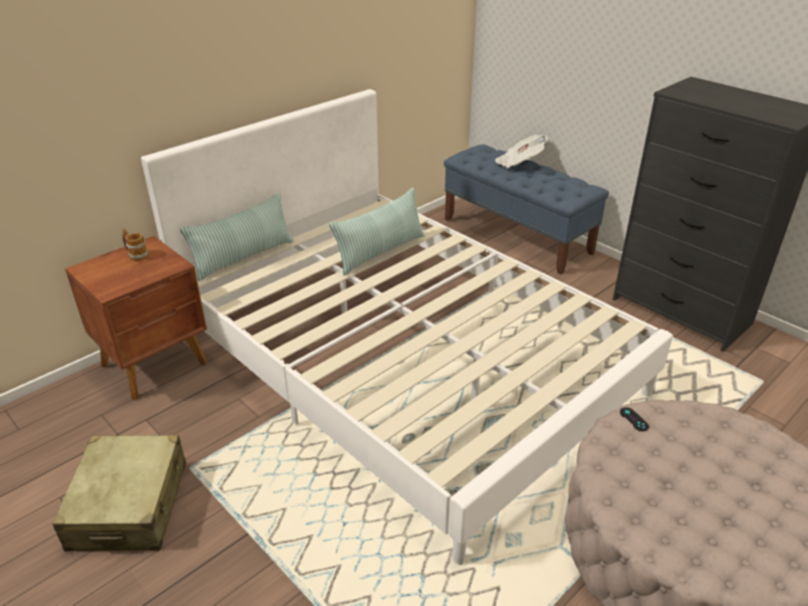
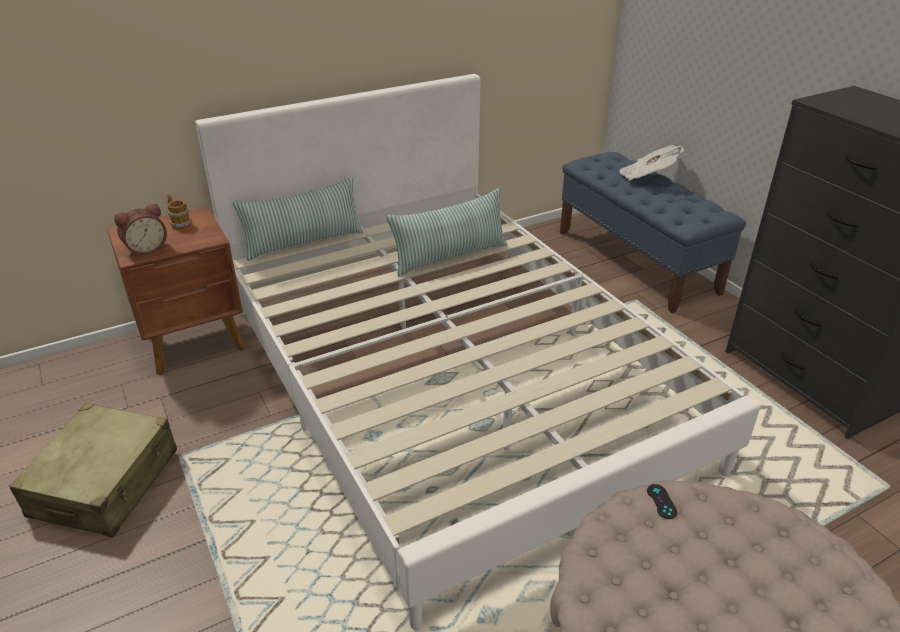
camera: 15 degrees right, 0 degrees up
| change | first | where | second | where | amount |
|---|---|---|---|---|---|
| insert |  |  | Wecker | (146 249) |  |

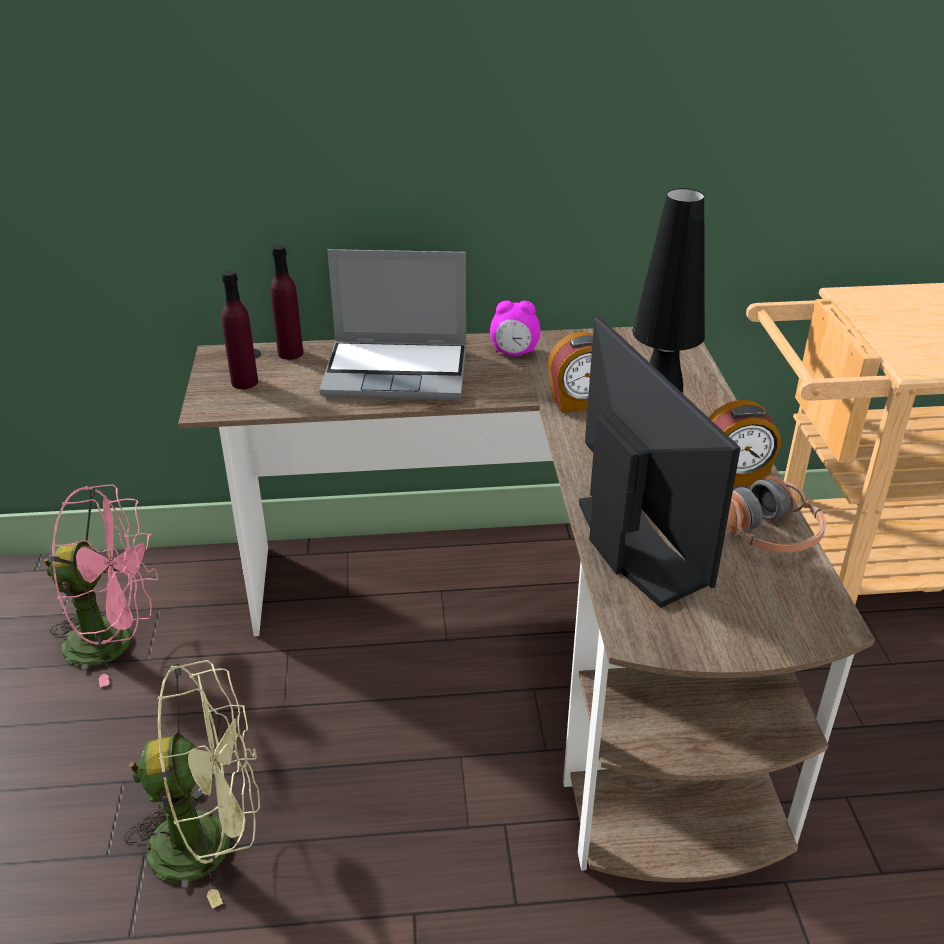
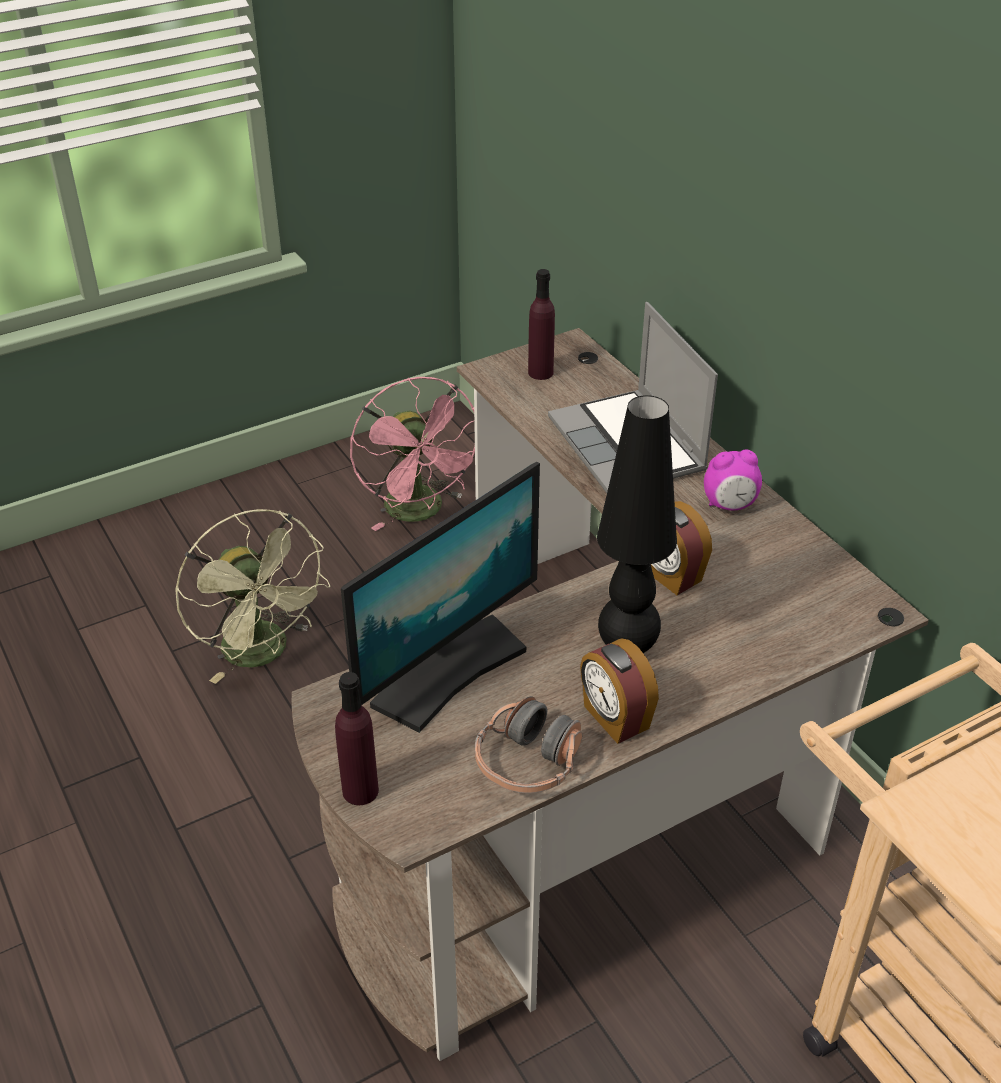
camera: 65 degrees right, 5 degrees up
| change | first | where | second | where | amount |
|---|---|---|---|---|---|
| move | Flasche [lila] | (290 353) |  | (360 790) |  |
| rotate | Wecker | (514 353) |  | (729 505) | 75 degrees counterclockwise |

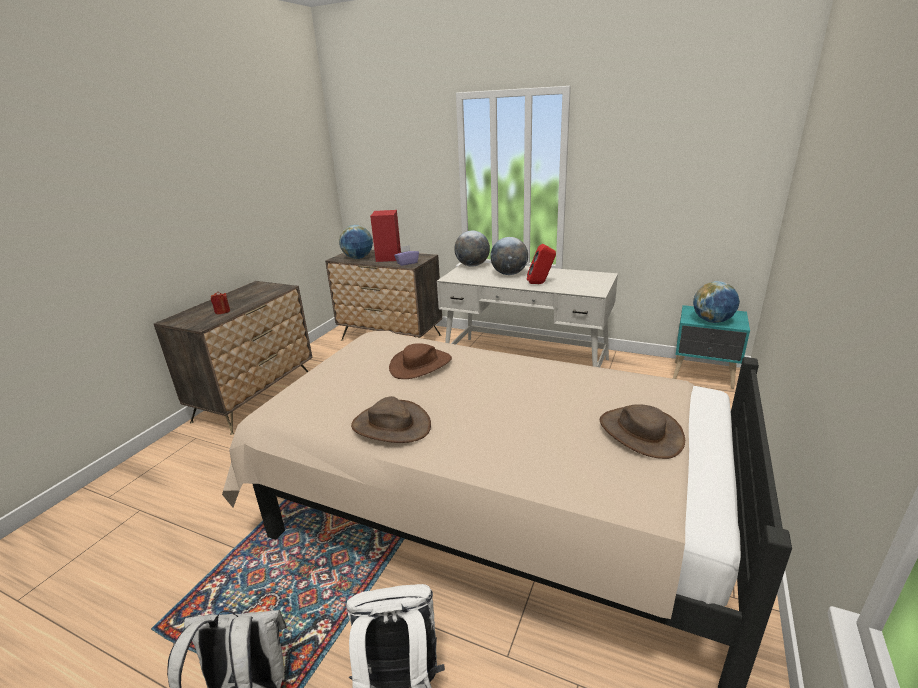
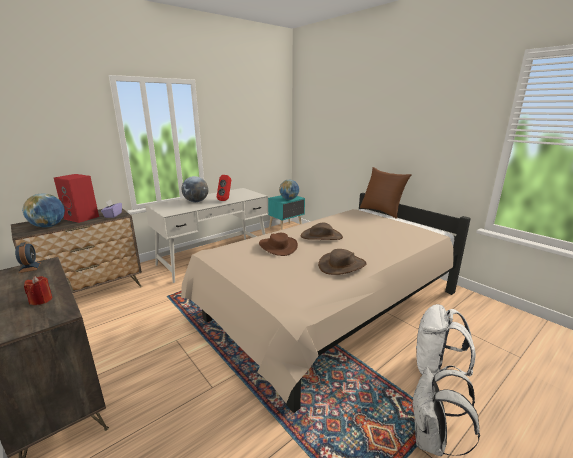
camera: 65 degrees left, 5 degrees down
| change | first | where | second | where | amount |
|---|---|---|---|---|---|
| delete | Globus | (472 265) |  |  |  |
| move | Hut [braun] | (640 432) |  | (321 236) |  |
| insert |  |  | Kissen [braun] | (381 211) |  |
| insert |  |  | Wecker | (30 267) |  |

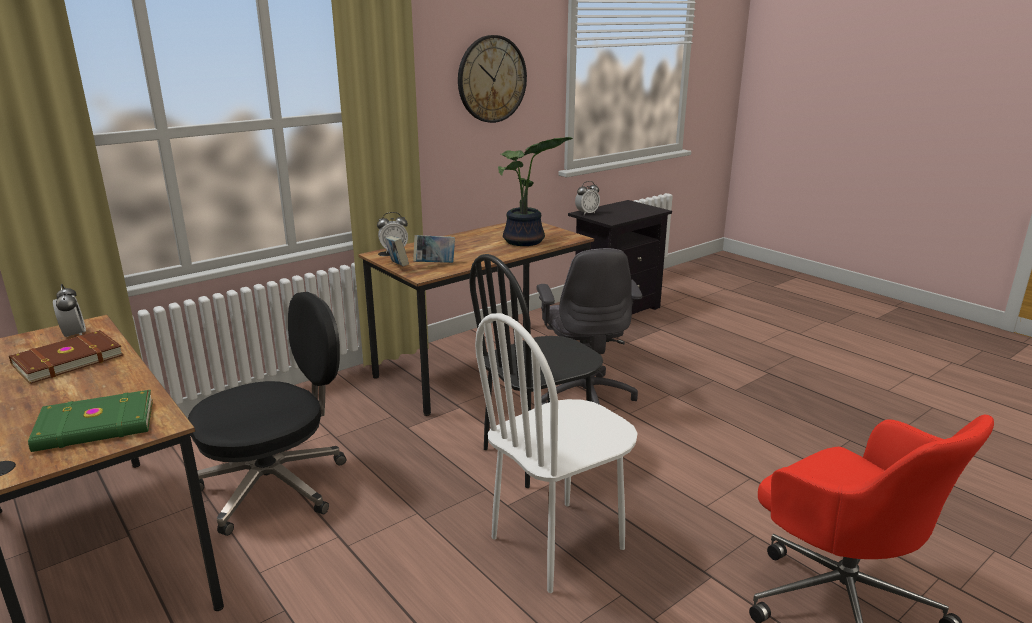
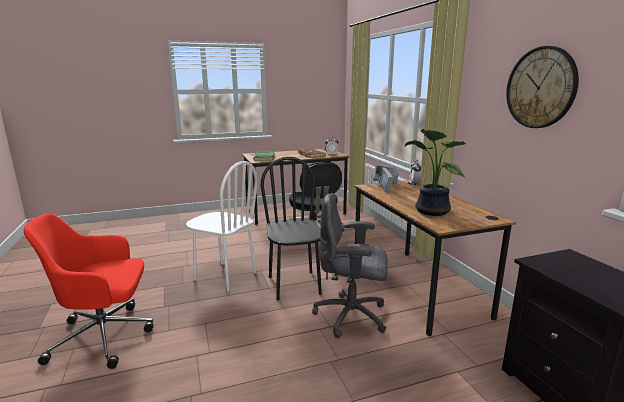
camera: 110 degrees right, 5 degrees down
| change | first | where | second | where | amount |
|---|---|---|---|---|---|
| delete | Wecker | (587 213) |  |  |  |
| rotate | Stuhl [weiß] | (558 543) |  | (225 276) | 135 degrees clockwise |

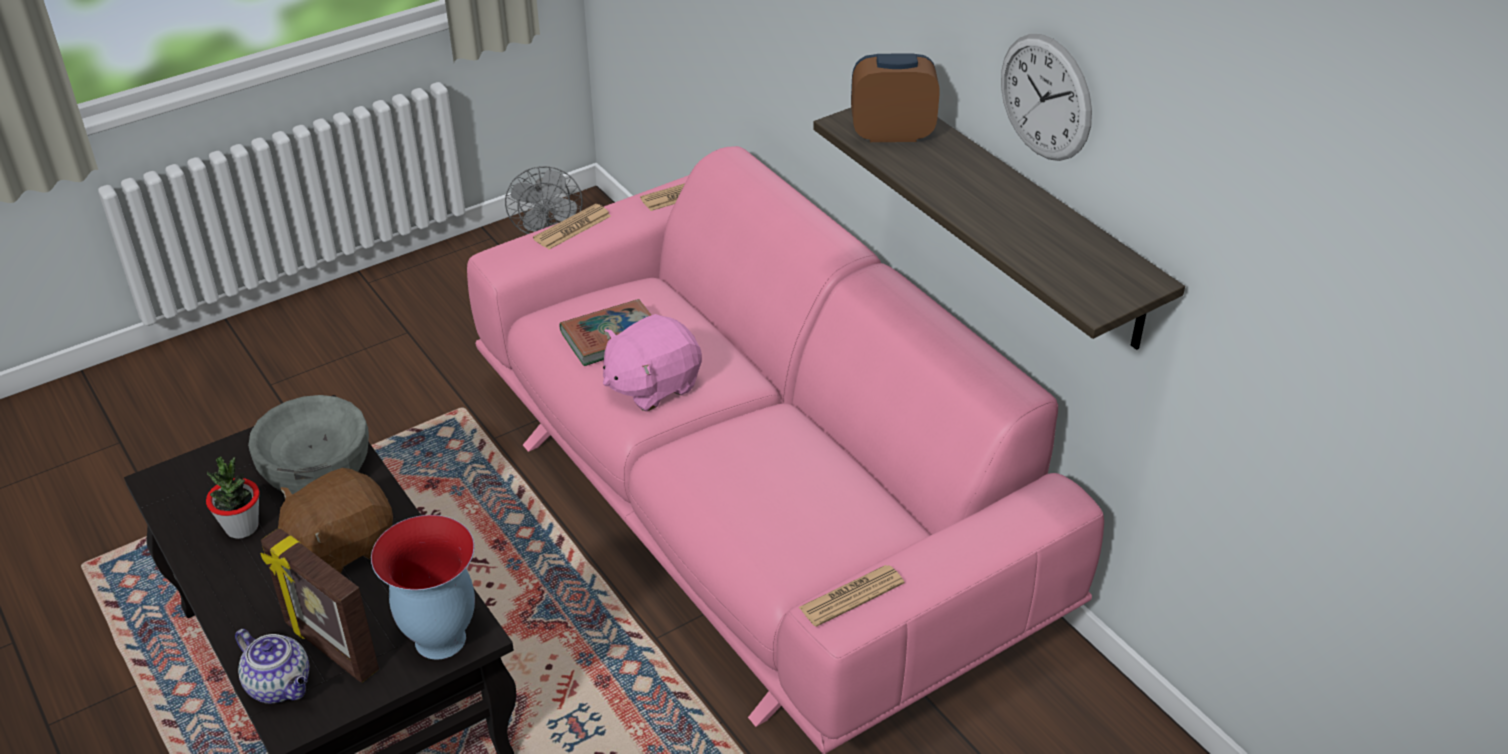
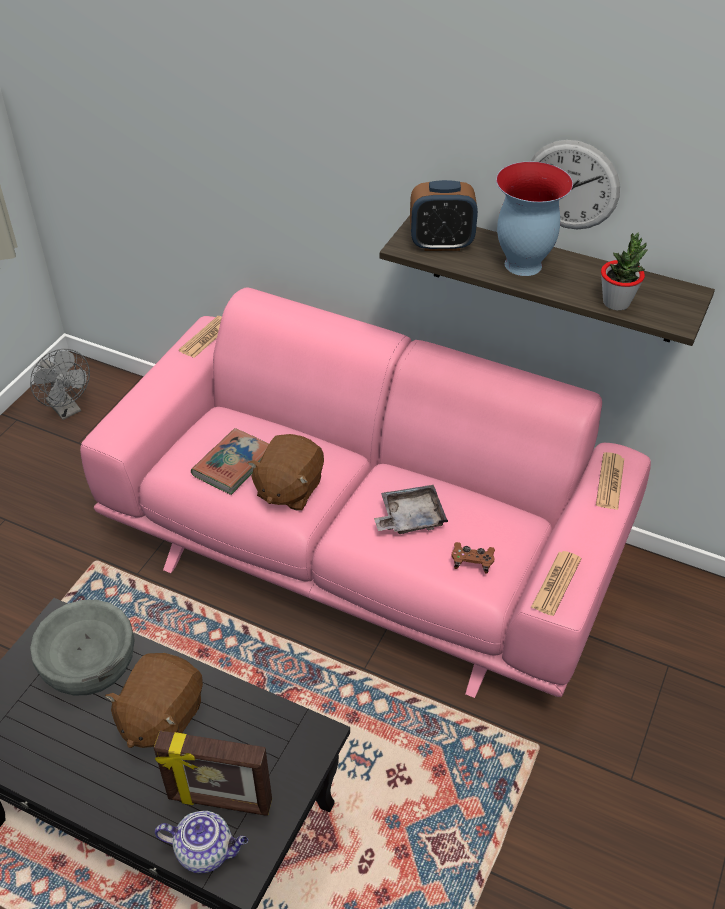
camera: 30 degrees left, 5 degrees up
| change | first | where | second | where | amount |
|---|---|---|---|---|---|
| rotate | Wecker | (891 134) |  | (441 244) | 150 degrees counterclockwise |
| move | Zeitung | (572 228) |  | (610 481) |  |
| recolor | Plüschtier [rosa] | (651 385) | Plüschtier [braun] | (289 489) |  |
| move | Topfpflanze | (242 527) |  | (616 302) |  |
| move | Vase | (438 640) |  | (522 265) |  |
| insert |  |  | Tablett [grau] | (410 518) |  |
| insert |  |  | Gamepad [braun] | (472 562) |  |

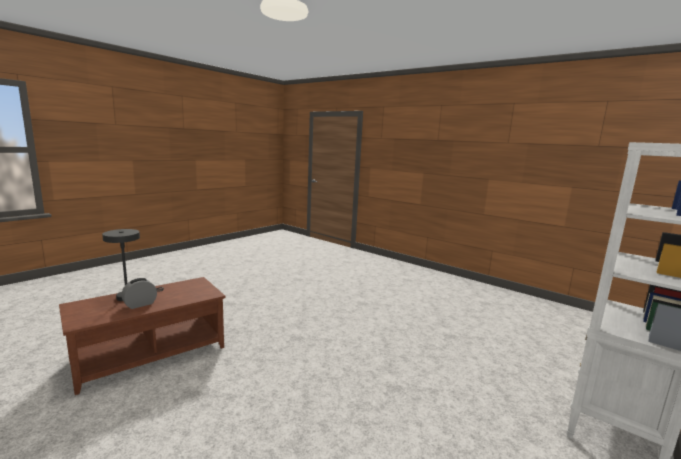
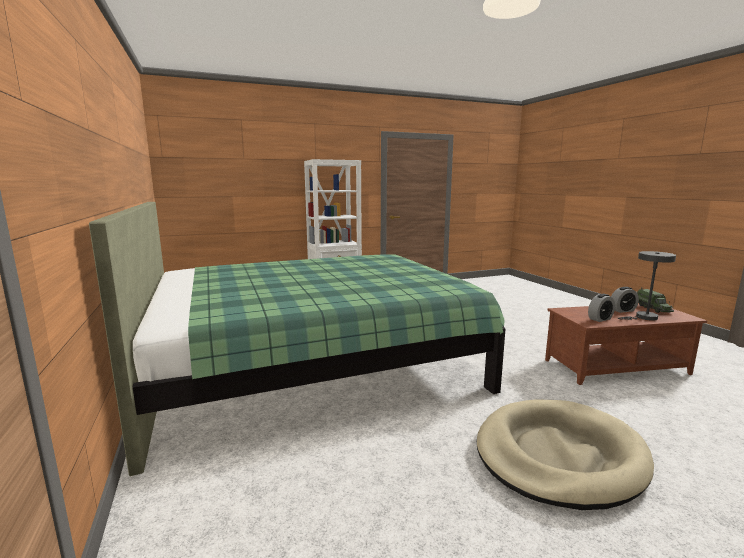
camera: 150 degrees left, 0 degrees up
| change | first | where | second | where | amount |
|---|---|---|---|---|---|
| insert |  |  | Bett [grün] | (311 363) |  |
| insert |  |  | Spielzeuglaster | (653 308) |  |
| insert |  |  | Wecker | (600 319) |  |
| insert |  |  | Hundebett [beige] | (558 456) |  |

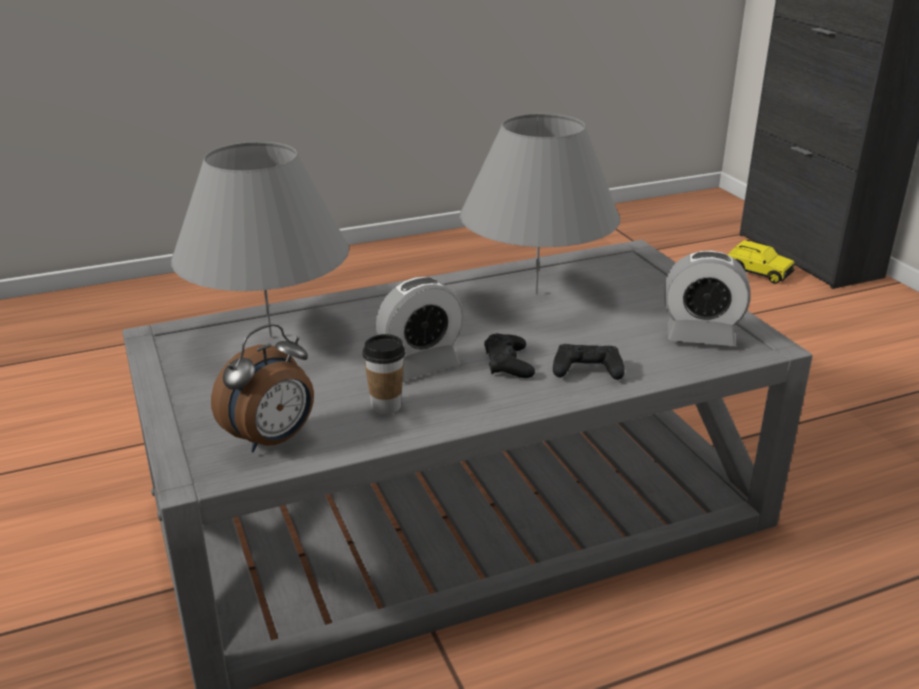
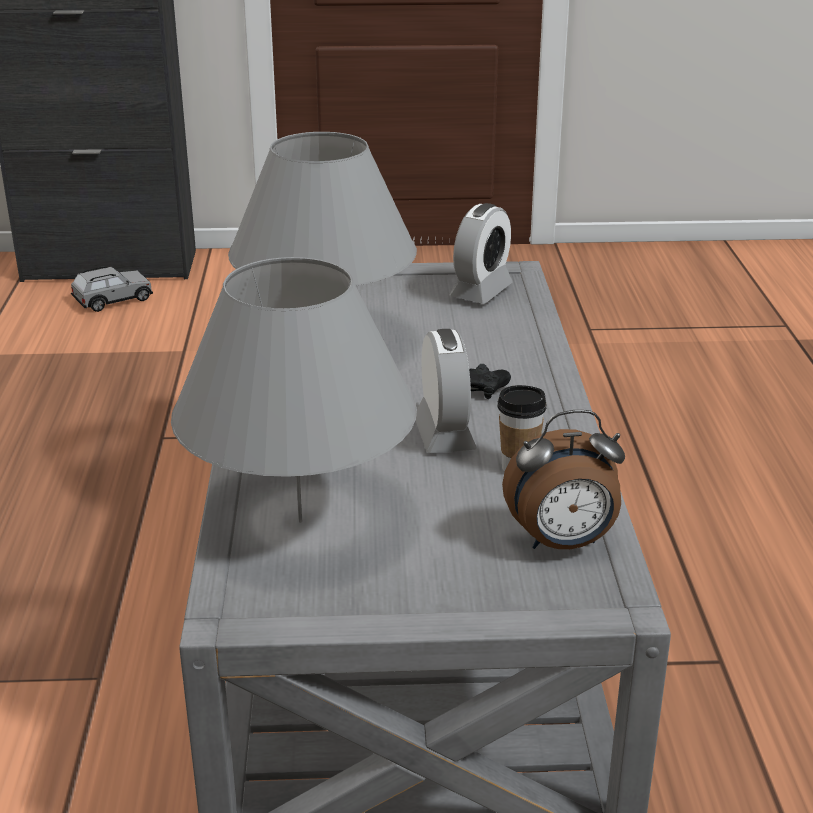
camera: 70 degrees left, 0 degrees up
| change | first | where | second | where | amount |
|---|---|---|---|---|---|
| recolor | Spielzeugauto [gelb] | (758 272) | Spielzeugauto [grau] | (112 300) |  |
| rotate | Wecker | (272 440) |  | (562 543) | 105 degrees clockwise |
| delete | Gamepad [schwarz] | (587 370) |  |  |  |

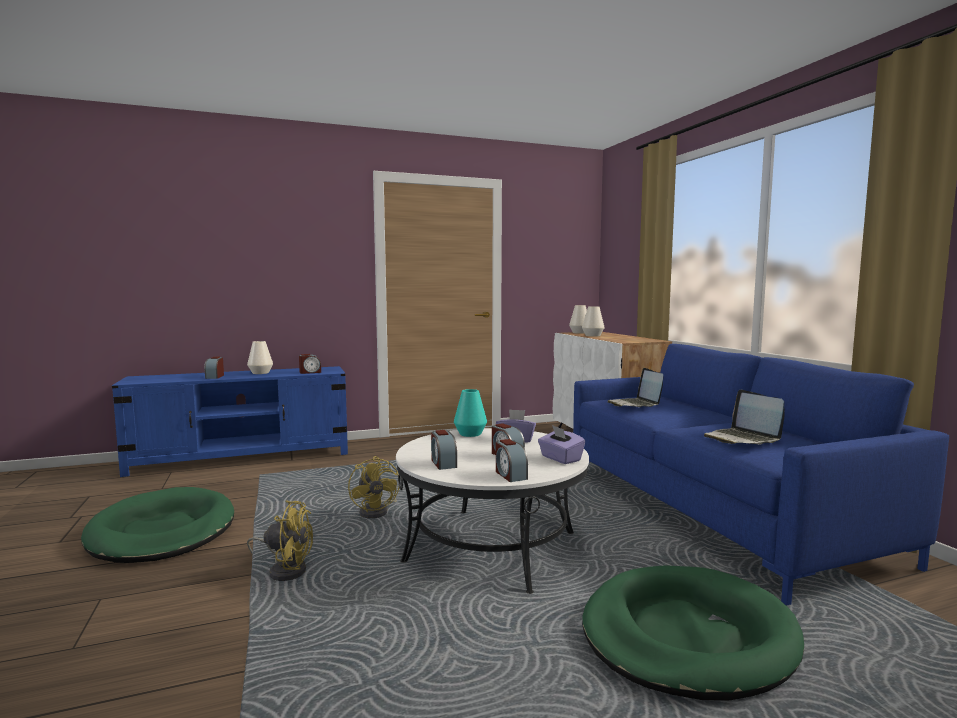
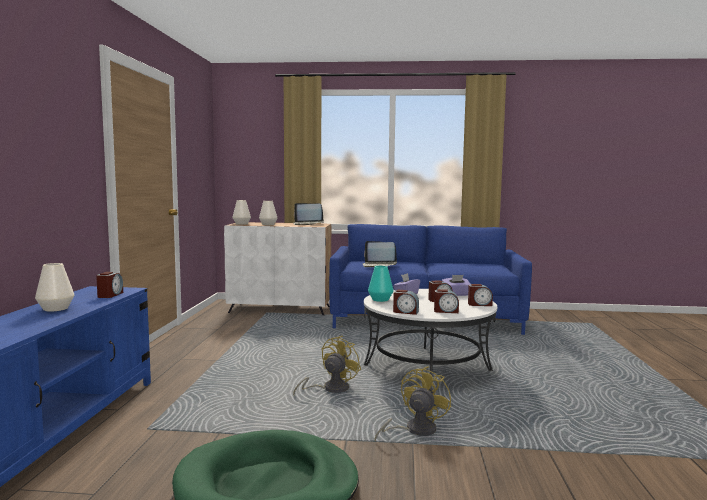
camera: 65 degrees left, 0 degrees up
| change | first | where | second | where | amount |
|---|---|---|---|---|---|
| move | Wecker | (214 376) |  | (405 312) |  |
| move | Laptop | (742 439) |  | (308 224) |  |
| rotate | Ventilator [gelb] | (377 511) |  | (330 389) | 60 degrees counterclockwise |
| delete | Hundebett [grün] | (686 636) |  |  |  |

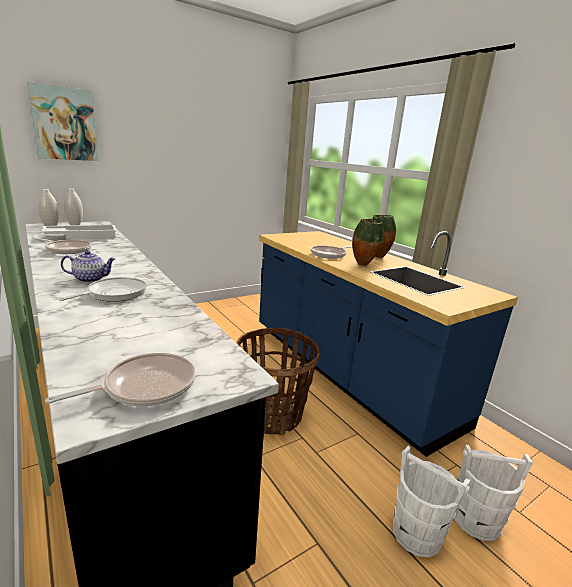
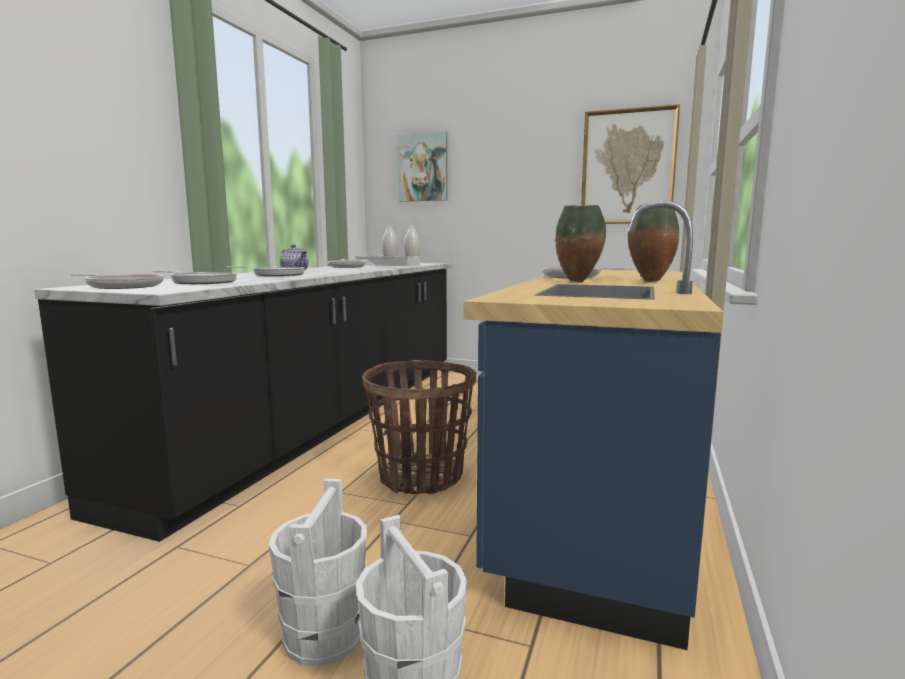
camera: 55 degrees right, 10 degrees down
| change | first | where | second | where | amount |
|---|---|---|---|---|---|
| insert |  |  | Bild | (628 167) |  |
| insert |  |  | Pfanne | (201 282) |  |

